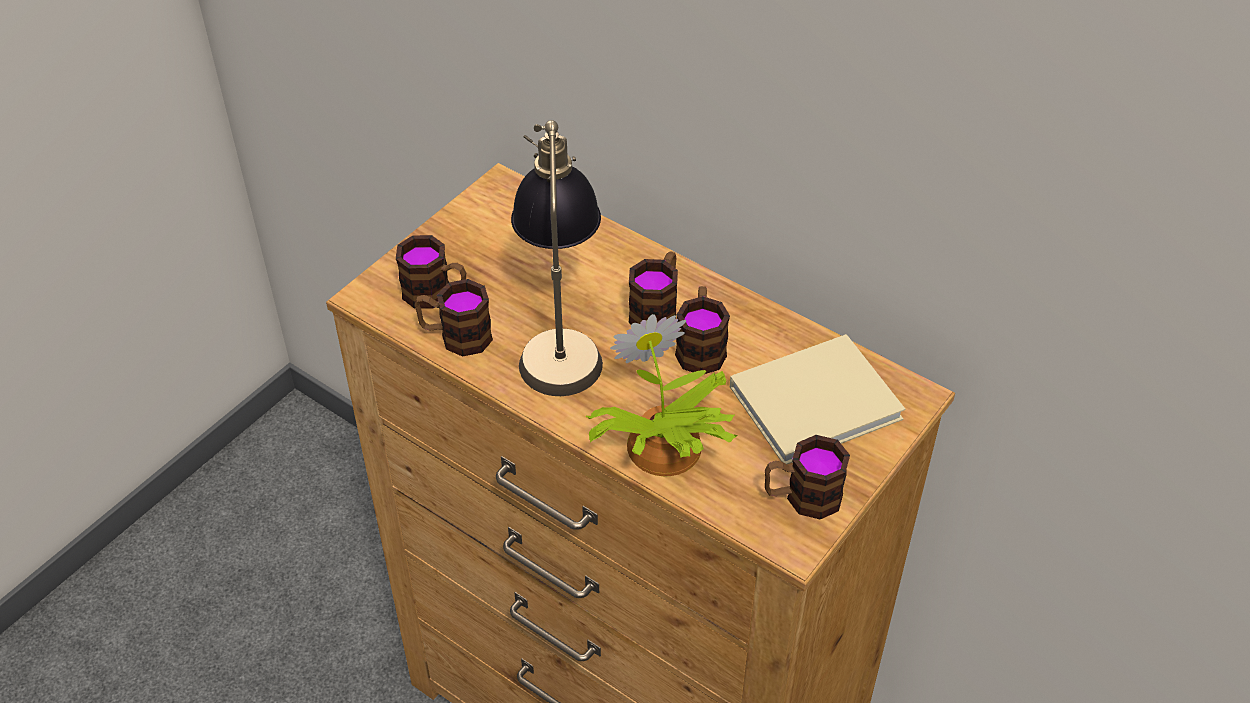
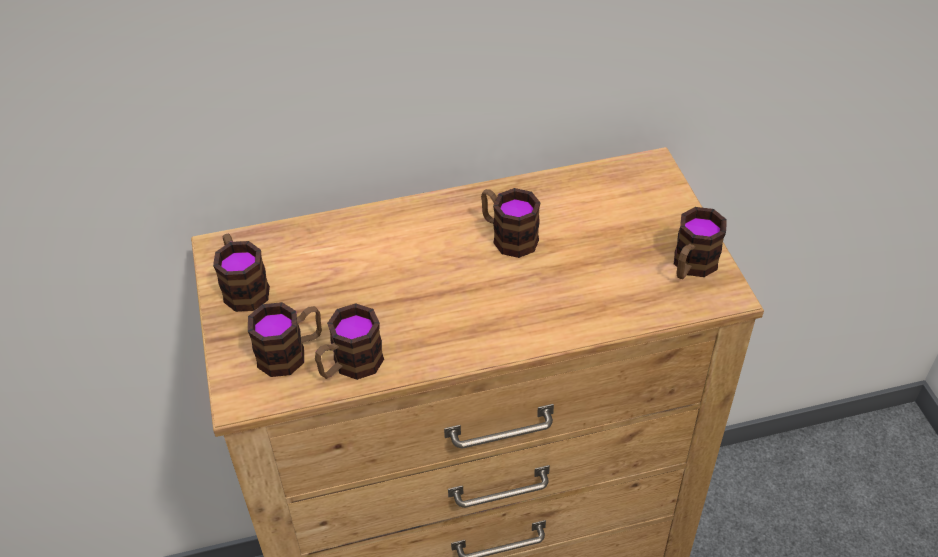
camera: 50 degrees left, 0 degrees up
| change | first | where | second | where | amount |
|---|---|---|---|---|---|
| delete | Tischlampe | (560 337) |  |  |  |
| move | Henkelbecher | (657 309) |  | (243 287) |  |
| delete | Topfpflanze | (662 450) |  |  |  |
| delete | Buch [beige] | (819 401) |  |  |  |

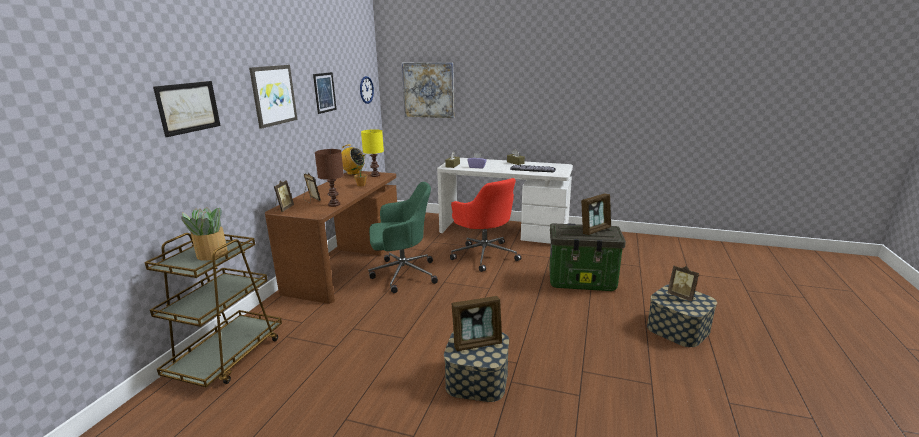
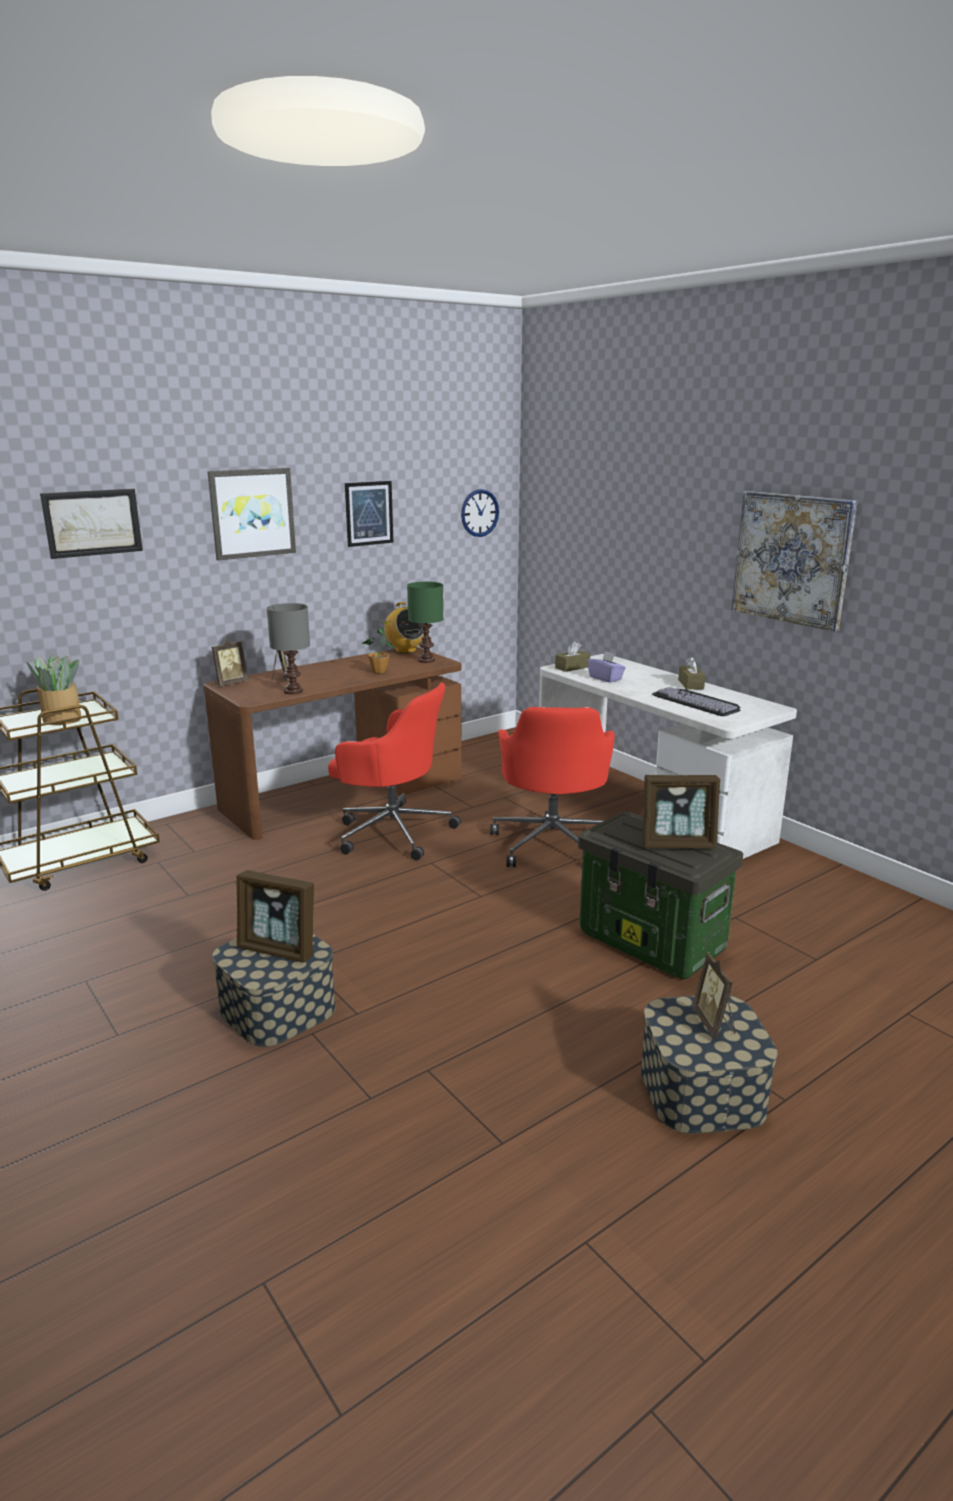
camera: 35 degrees right, 0 degrees up
| change | first | where | second | where | amount |
|---|---|---|---|---|---|
| move | Bild | (428 90) |  | (792 559) |  |
| recolor | Tischlampe [gelb] | (374 175) | Tischlampe [grün] | (426 660) |  |
| recolor | Tischlampe [braun] | (334 204) | Tischlampe [grau] | (293 691) |  |
| recolor | Bürostuhl [grün] | (402 274) | Bürostuhl [rot] | (392 831) |  |

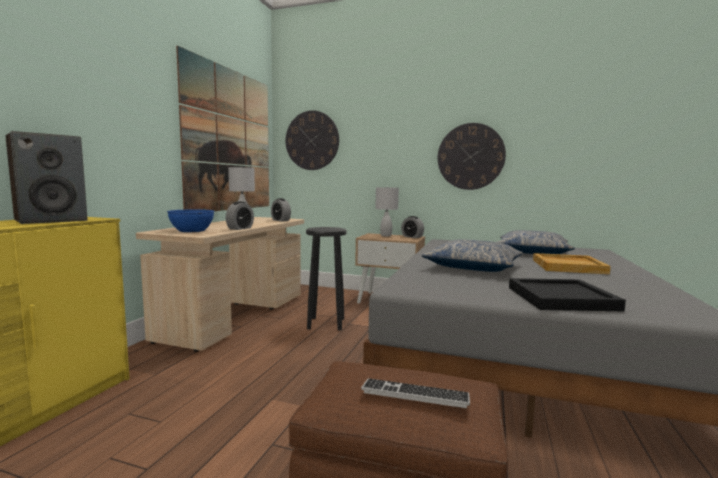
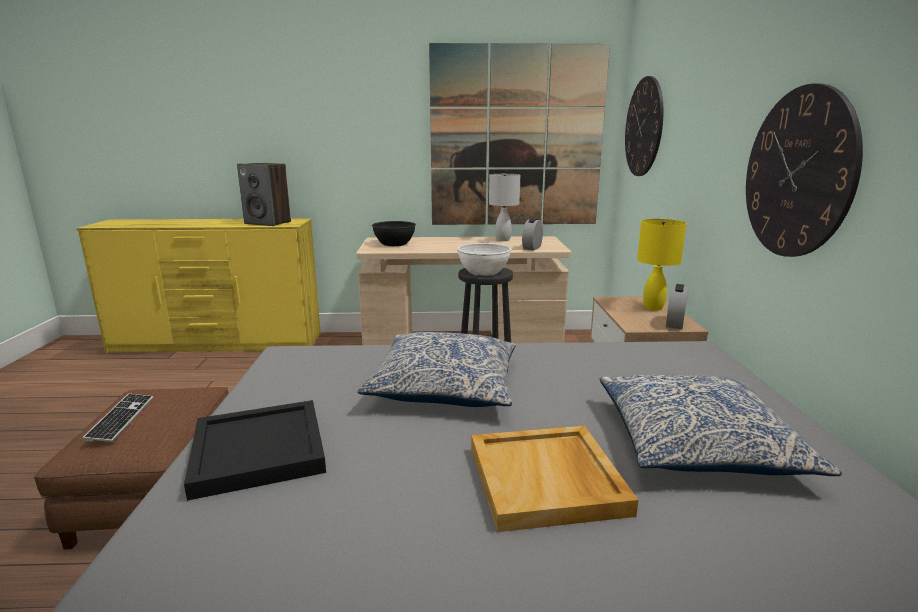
camera: 70 degrees right, 10 degrees up
| change | first | where | second | where | amount |
|---|---|---|---|---|---|
| recolor | Tischlampe [weiß] | (386 235) | Tischlampe [gelb] | (653 308) |  |
| delete | Wecker | (240 228) |  |  |  |
| recolor | Schüssel [blau] | (192 230) | Schüssel [schwarz] | (394 244) |  |
| insert |  |  | Schüssel [weiß] | (483 272) |  |

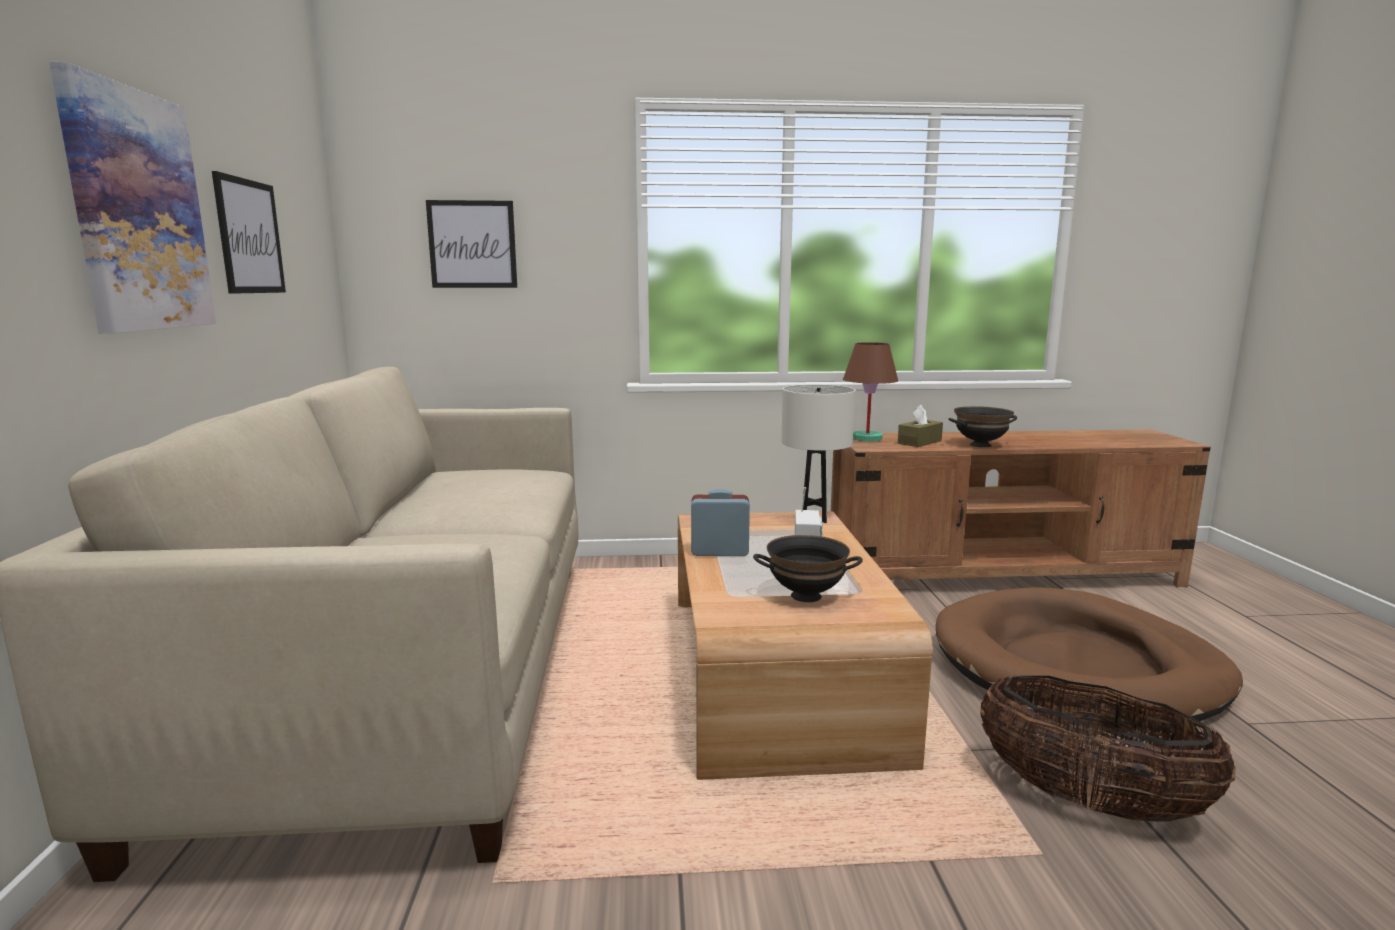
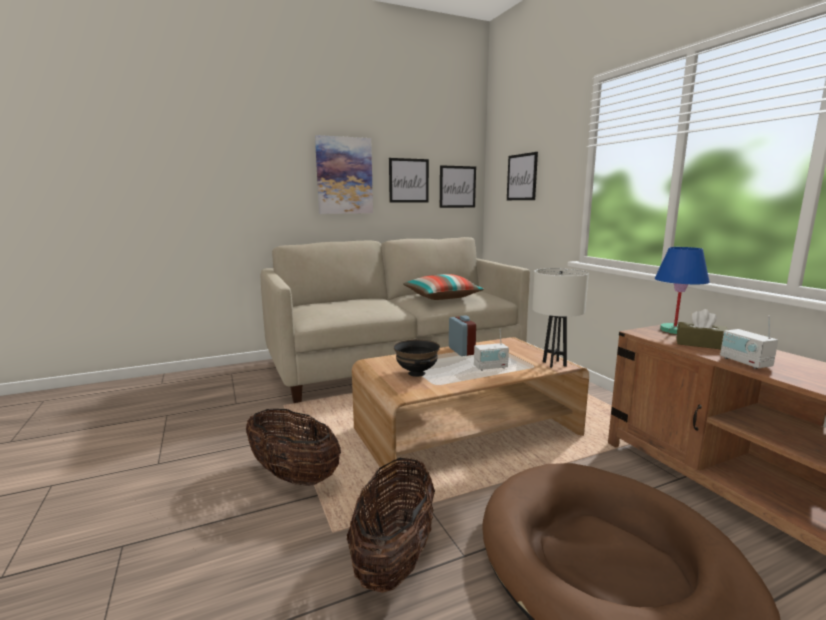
camera: 70 degrees right, 0 degrees up
| change | first | where | second | where | amount |
|---|---|---|---|---|---|
| recolor | Tischlampe [braun] | (866 438) | Tischlampe [blau] | (673 330) |  |
| replace | Schüssel [schwarz] | (980 445) | Radio | (745 362) |  |
| insert |  |  | Bild | (457 187) |  |
| insert |  |  | Kissen | (442 297) |  |
| insert |  |  | Korb | (294 475) |  |

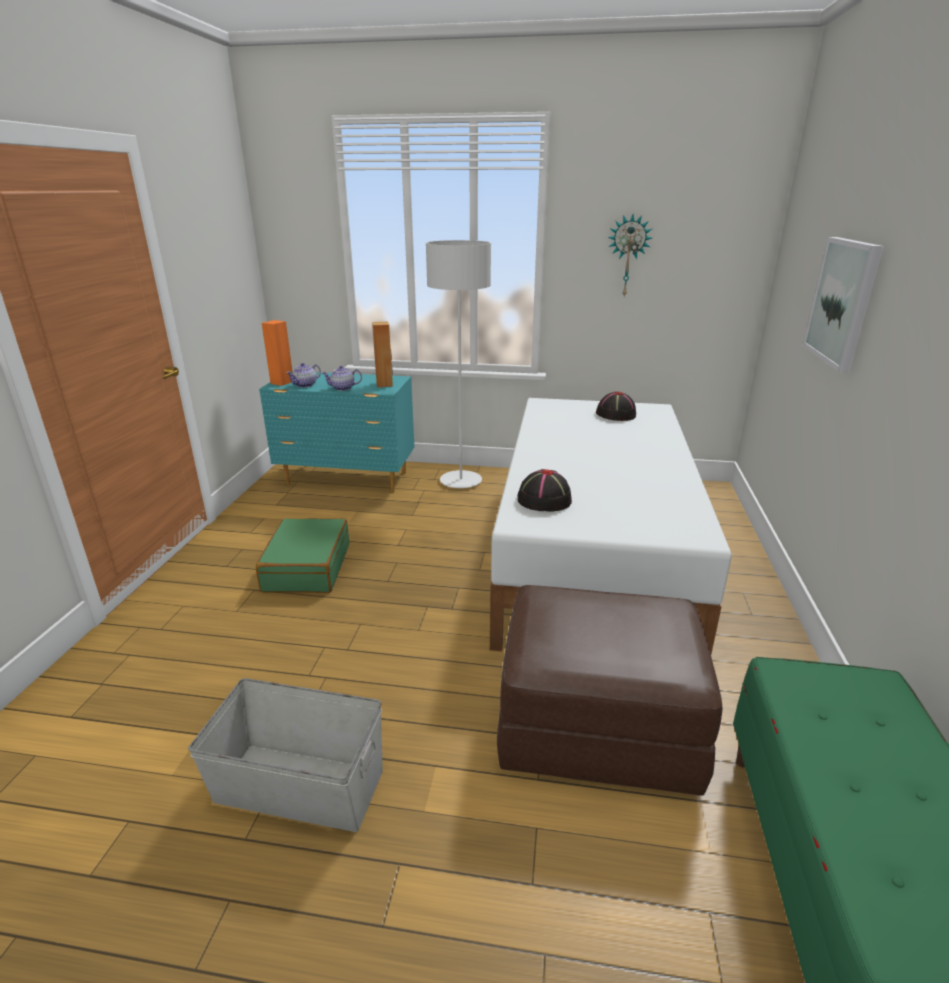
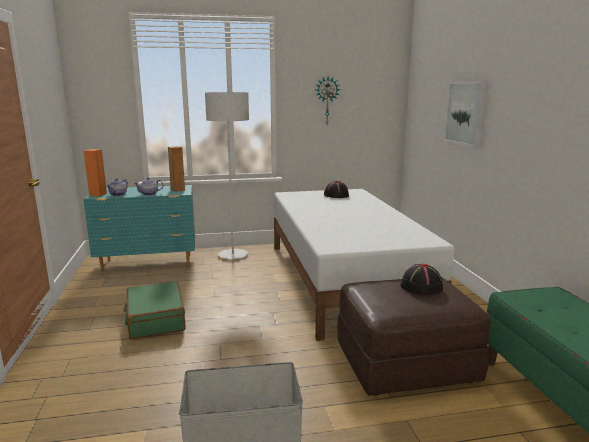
camera: 20 degrees left, 10 degrees down
| change | first | where | second | where | amount |
|---|---|---|---|---|---|
| move | Hut [schwarz] | (543 500) |  | (421 287) |  |

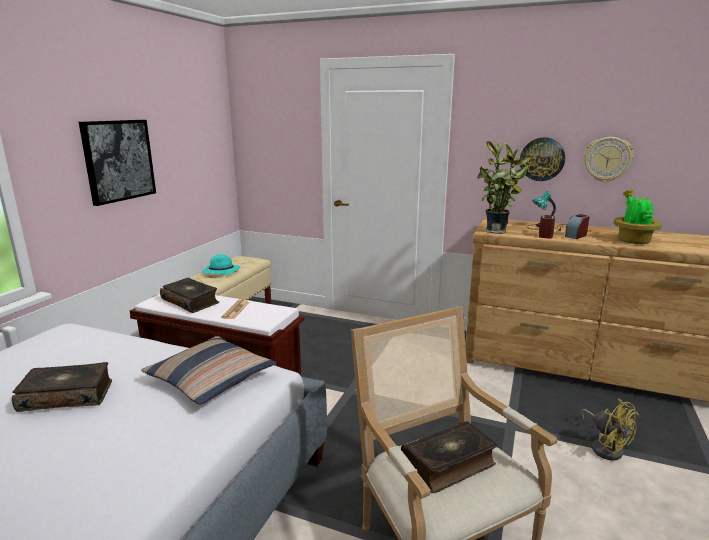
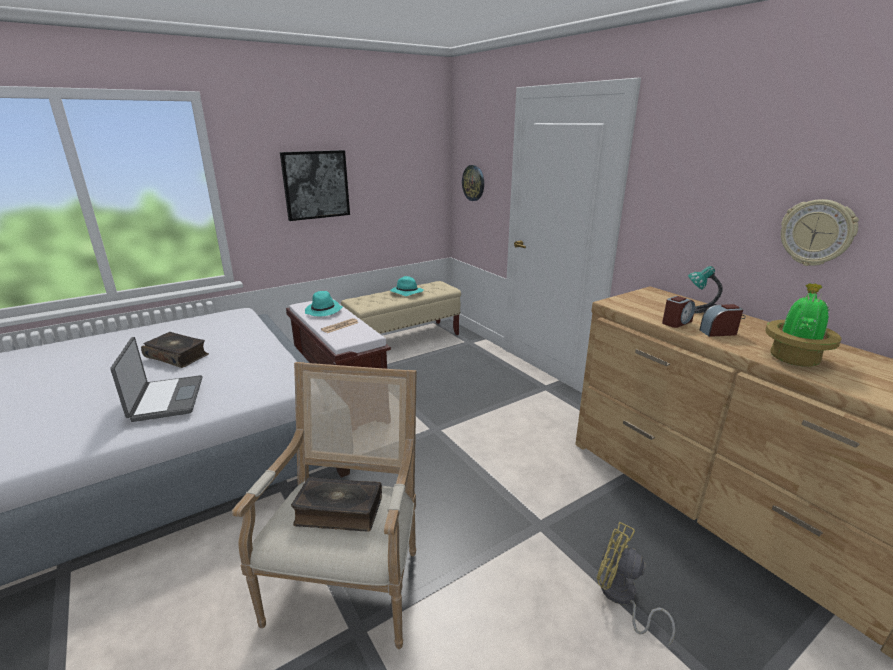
camera: 35 degrees right, 5 degrees up
| change | first | where | second | where | amount |
|---|---|---|---|---|---|
| move | Wanduhr | (542 159) |  | (473 183) |  |
| delete | Topfpflanze | (498 231) |  |  |  |
| replace | Buch | (191 301) | Hut [türkis] | (324 311) |  |
| delete | Kissen | (211 379) |  |  |  |
| rotate | Ventilator [gelb] | (605 447) |  | (621 597) | 120 degrees clockwise |
| insert |  |  | Laptop | (166 399) |  |

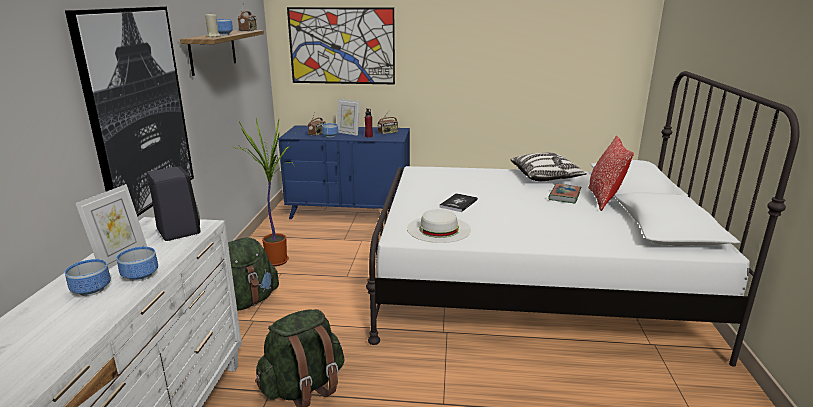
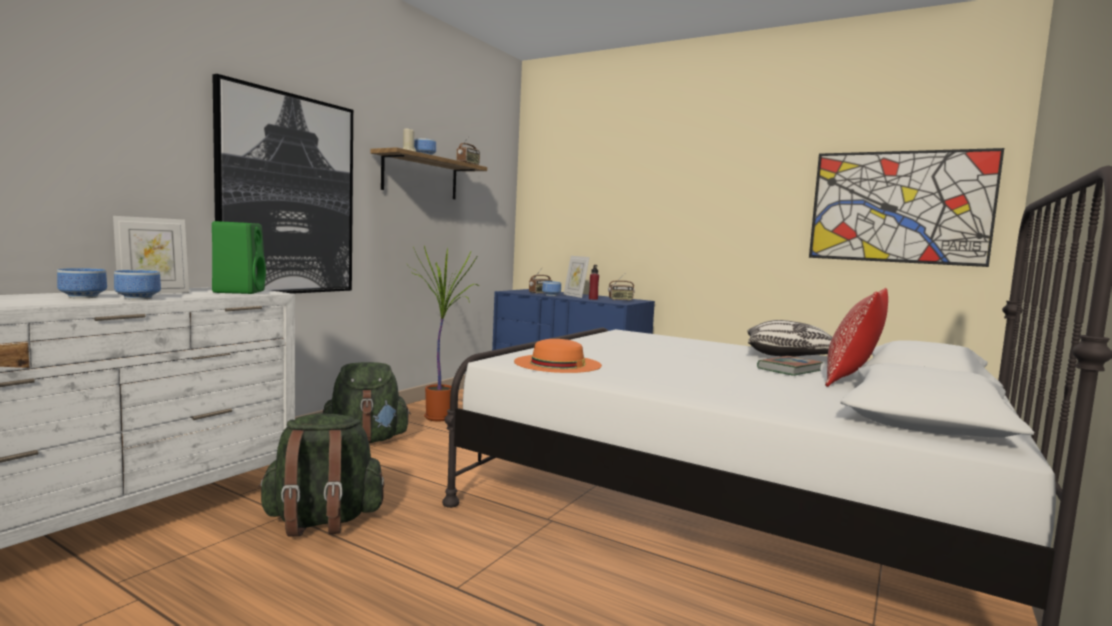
camera: 25 degrees right, 15 degrees down
| change | first | where | second | where | amount |
|---|---|---|---|---|---|
| move | Bild | (341 46) |  | (899 207) |  |
| recolor | Lautsprecher [schwarz] | (177 231) | Lautsprecher [grün] | (239 291) |  |
| delete | Buch | (458 203) |  |  |  |
| recolor | Hut [weiß] | (439 229) | Hut [orange] | (557 363) |  |

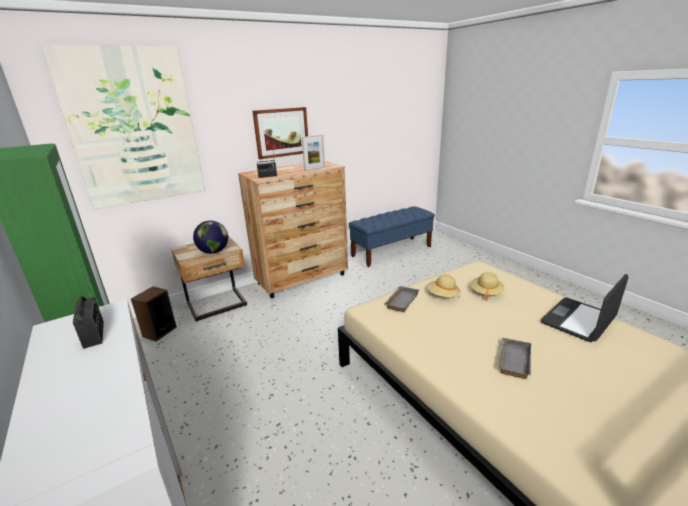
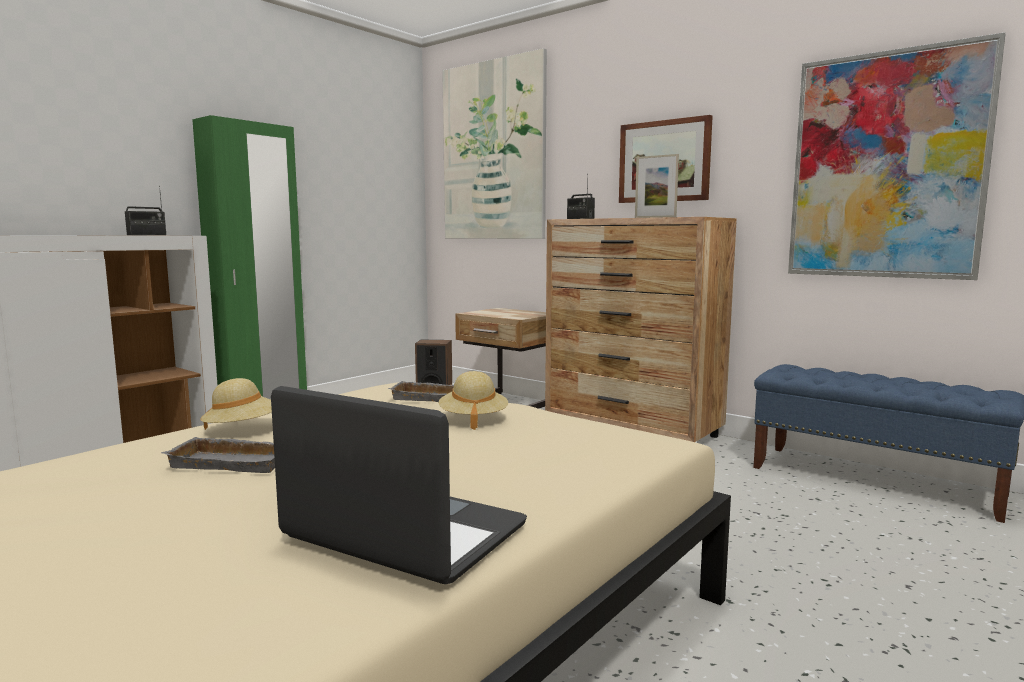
camera: 70 degrees right, 15 degrees down
| change | first | where | second | where | amount |
|---|---|---|---|---|---|
| delete | Globus | (214 252) |  |  |  |
| move | Hut [beige] | (486 292) |  | (242 430) |  |
| insert |  |  | Bild | (886 166) |  |

